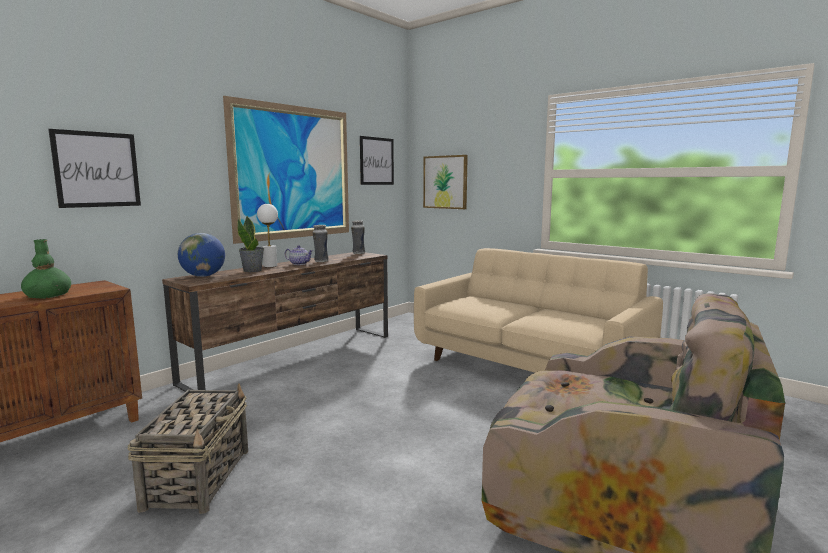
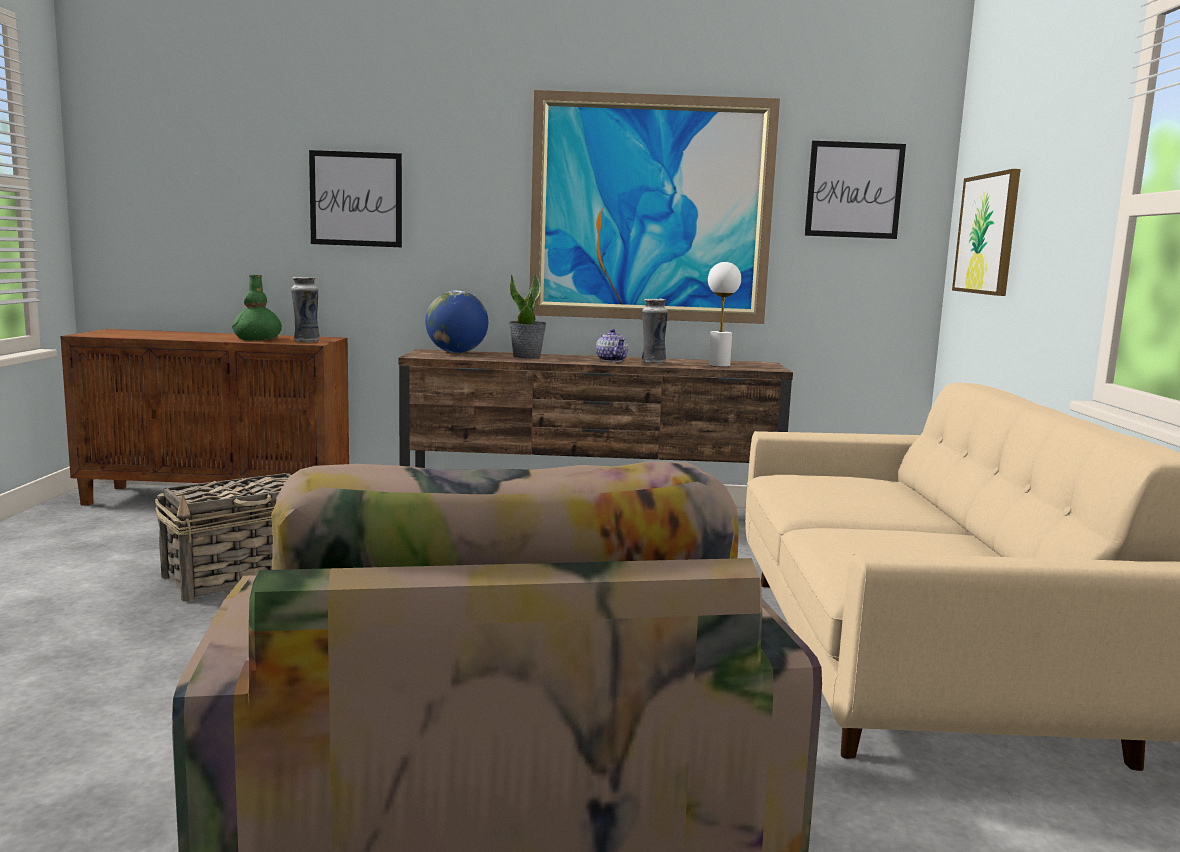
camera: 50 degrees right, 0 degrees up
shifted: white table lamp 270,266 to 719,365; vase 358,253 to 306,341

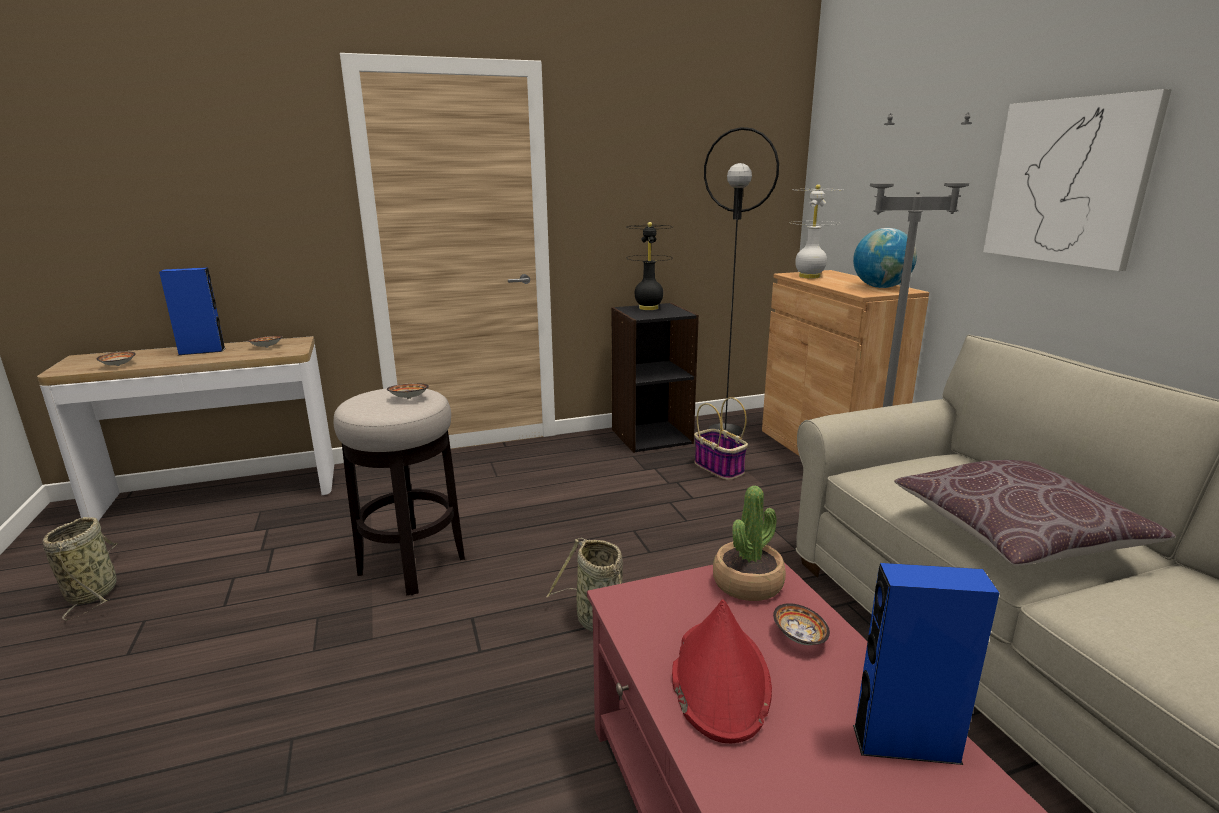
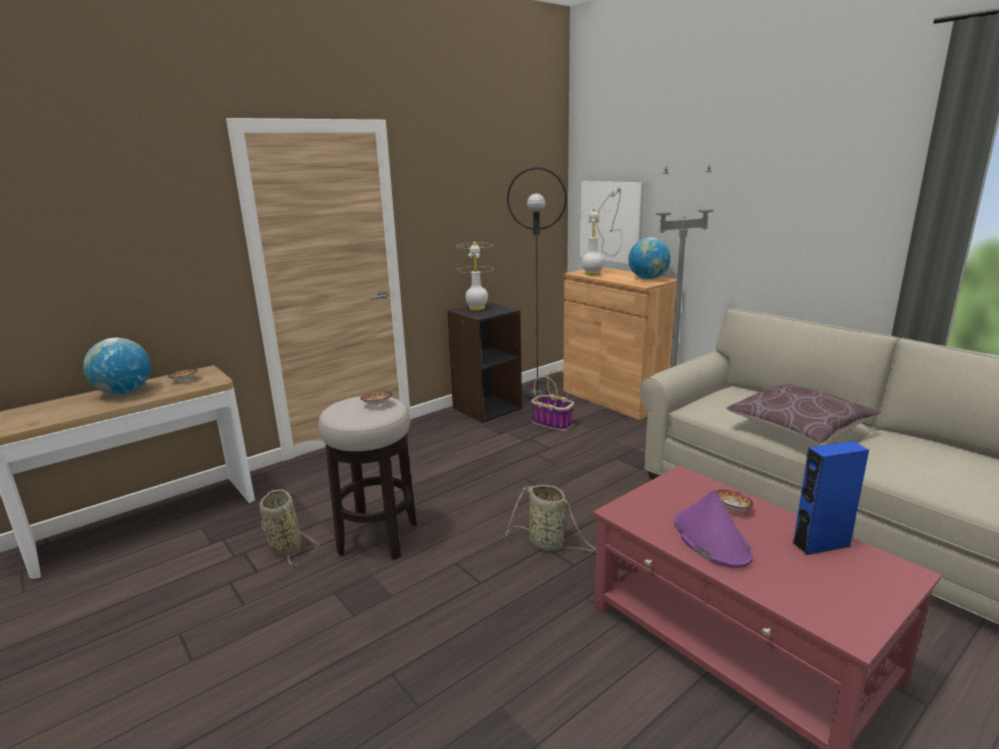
camera: 20 degrees left, 0 degrees up
gone: bowl 118,365; potted plant 748,583
shifted: basket 94,592 to 285,547; picture 1067,182 to 611,221
swapped: blue speaker 202,351 to globe 124,392
repainted: black table lamp 648,308 to white table lamp 477,308; red hat 719,679 to purple hat 710,539

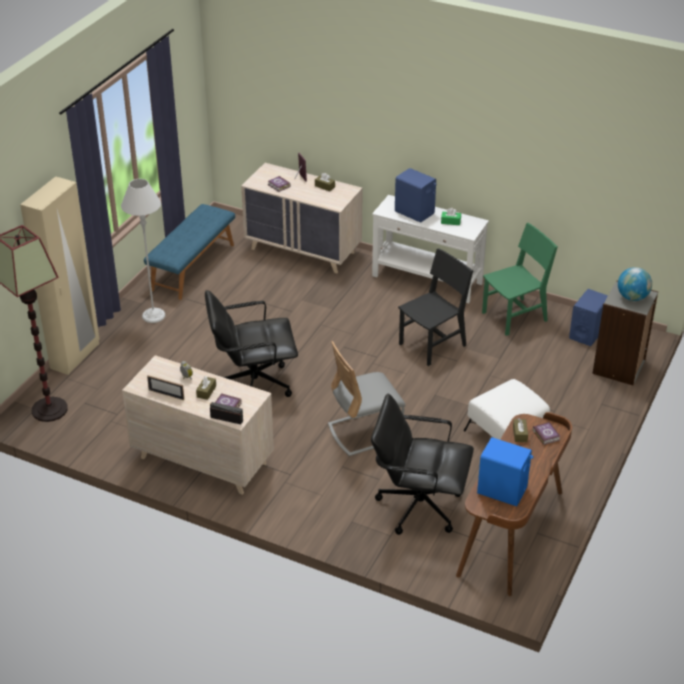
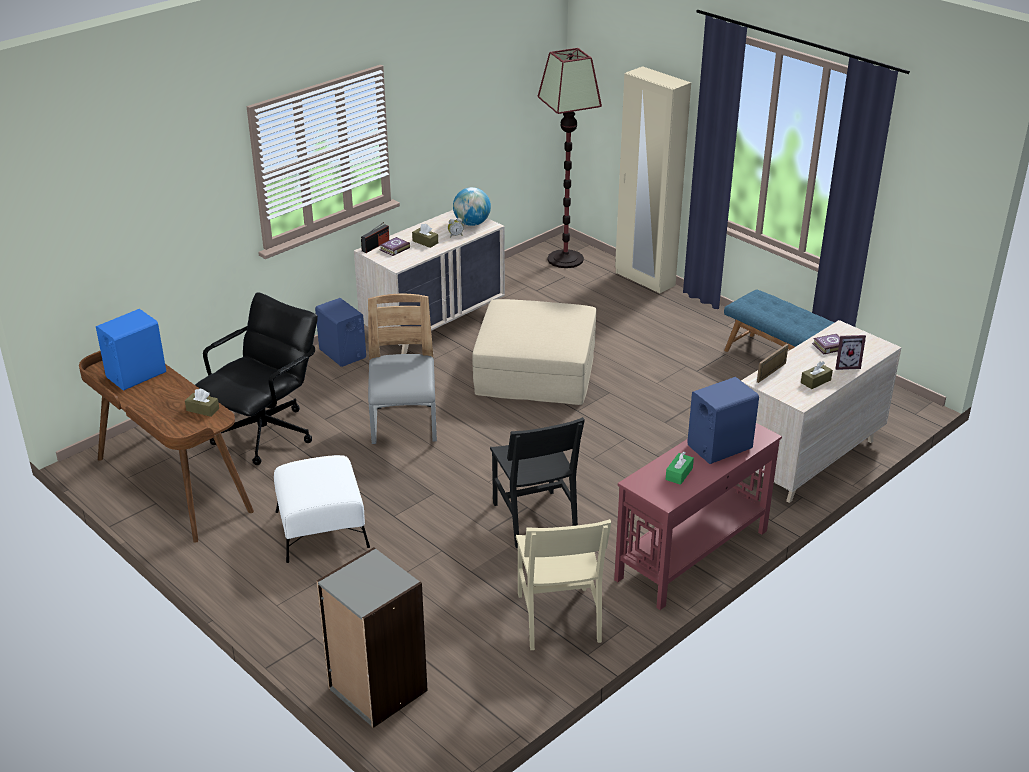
camera: 110 degrees right, 5 degrees down
gone: grey floor lamp 153,315; book 546,435
shifted: picture frame 166,394 to 771,372; blue speaker 587,333 to 343,354; globe 632,297 to 472,223
swapped: black office chair 253,384 to beige ottoman 535,371
repainted: white console table 427,280 to red console table 691,555; green chair 514,316 to beige chair 558,617

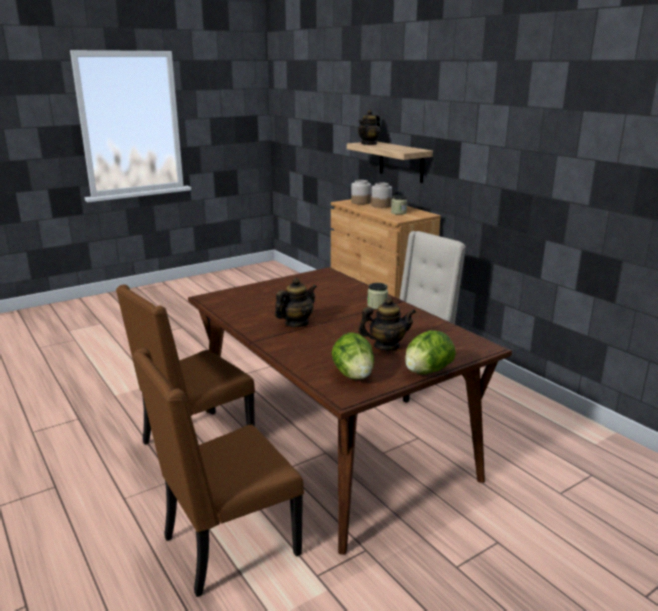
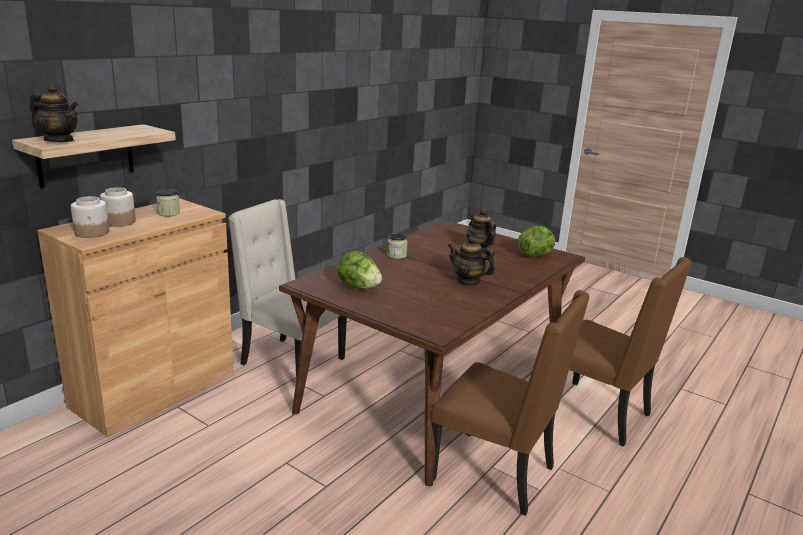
camera: 110 degrees left, 0 degrees up
shifted: lettuce 427,371 to 358,287

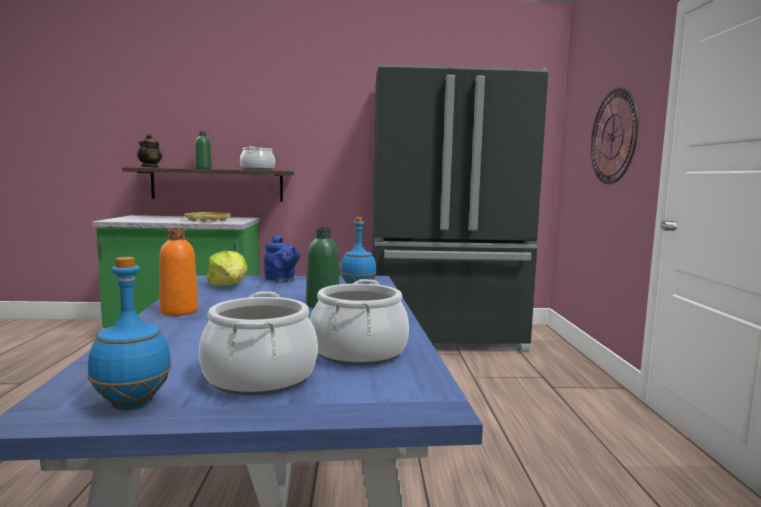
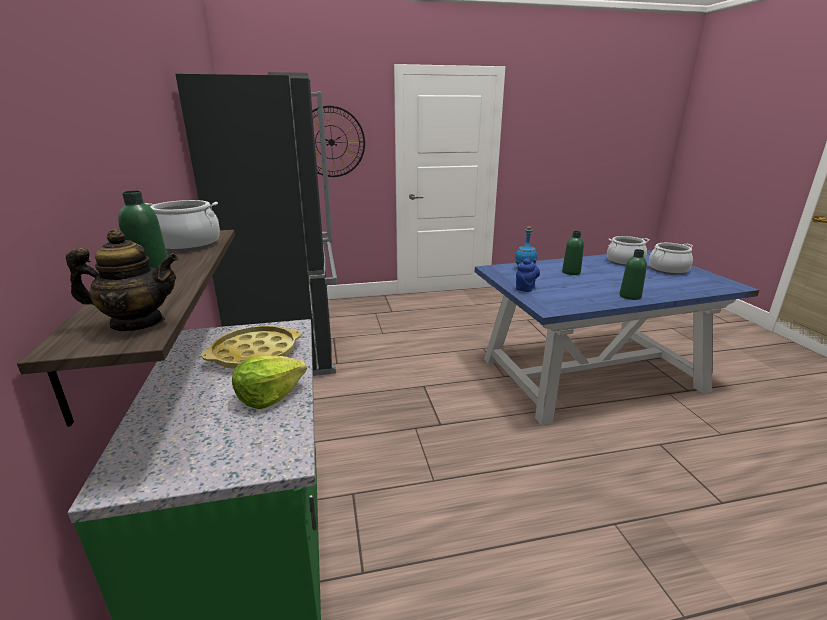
camera: 100 degrees left, 15 degrees up
gone: blue bottle 131,405
shifted: lettuce 229,285 to 269,396
repainted: orange bottle 179,311 to green bottle 630,296

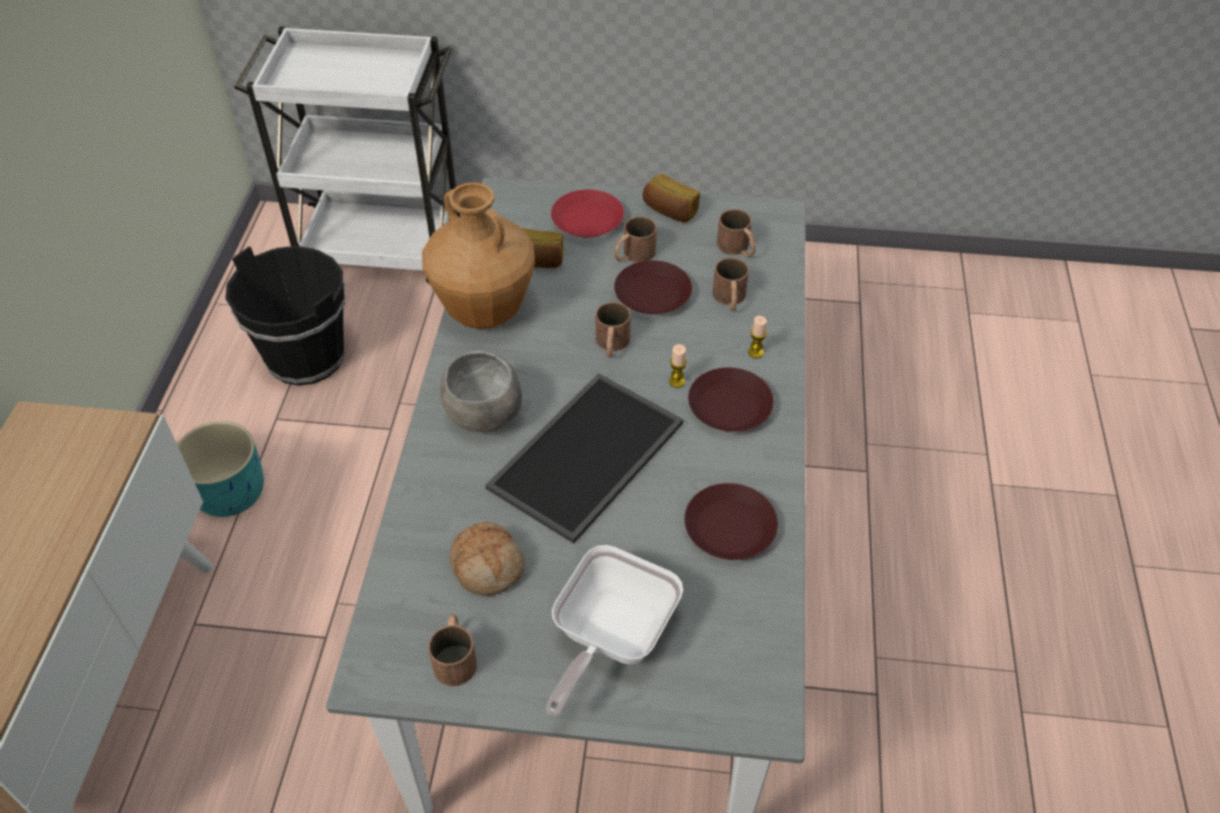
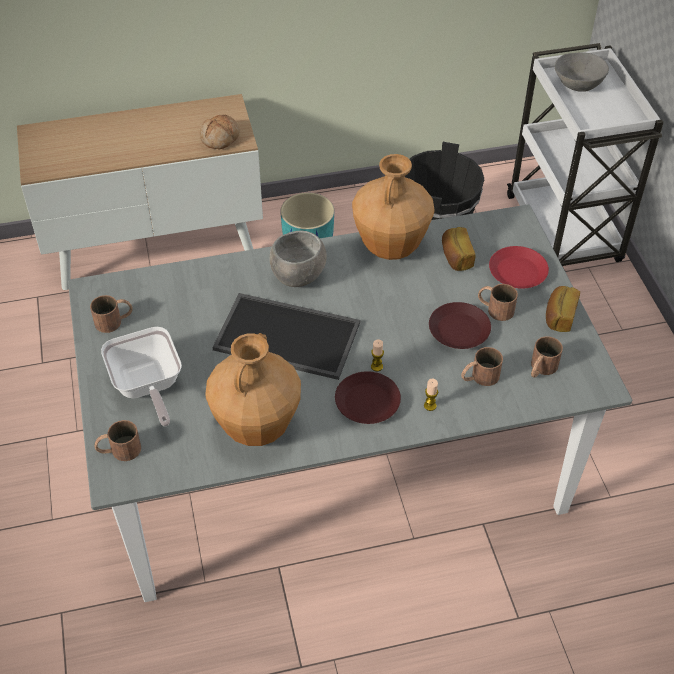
camera: 70 degrees right, 0 degrees up
new: grey bowl 578,84
shifted: bread 488,565 to 220,138; brown mug 612,345 to 118,450
swapped: brown plate 731,527 to brown vase 256,428
rotated: frying pan 609,639 = 147,387 120 degrees counterclockwise

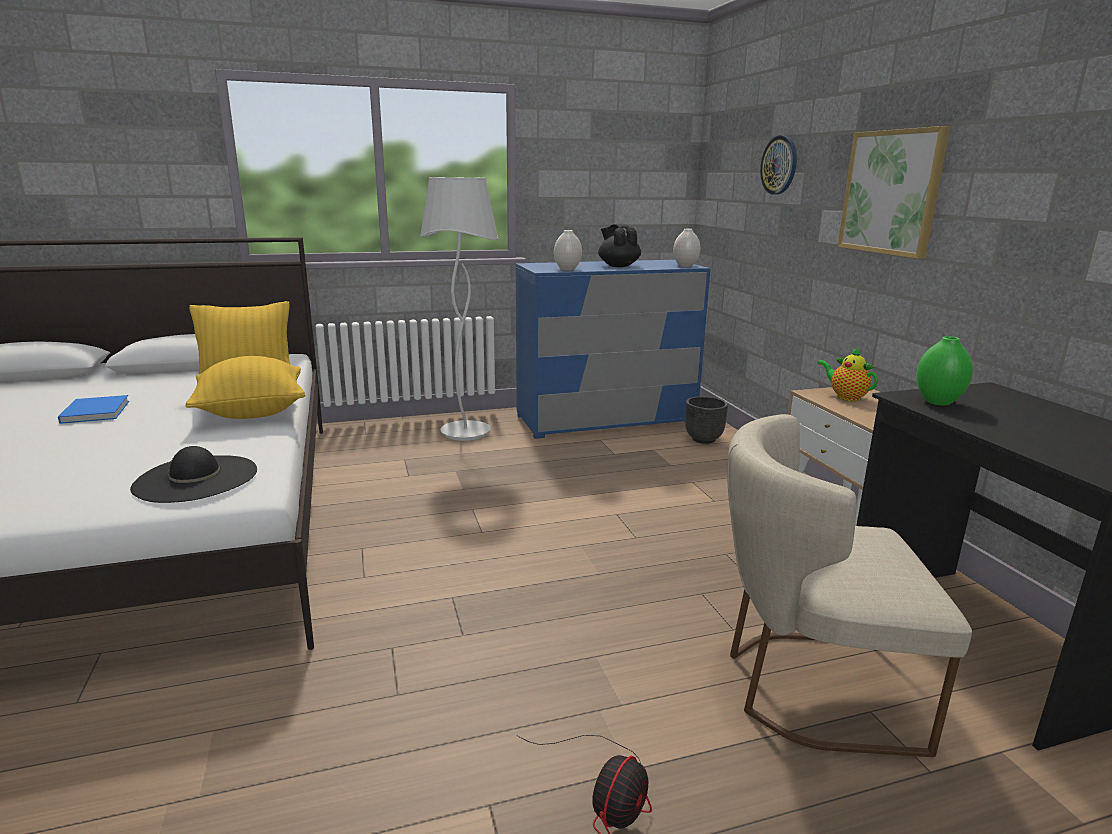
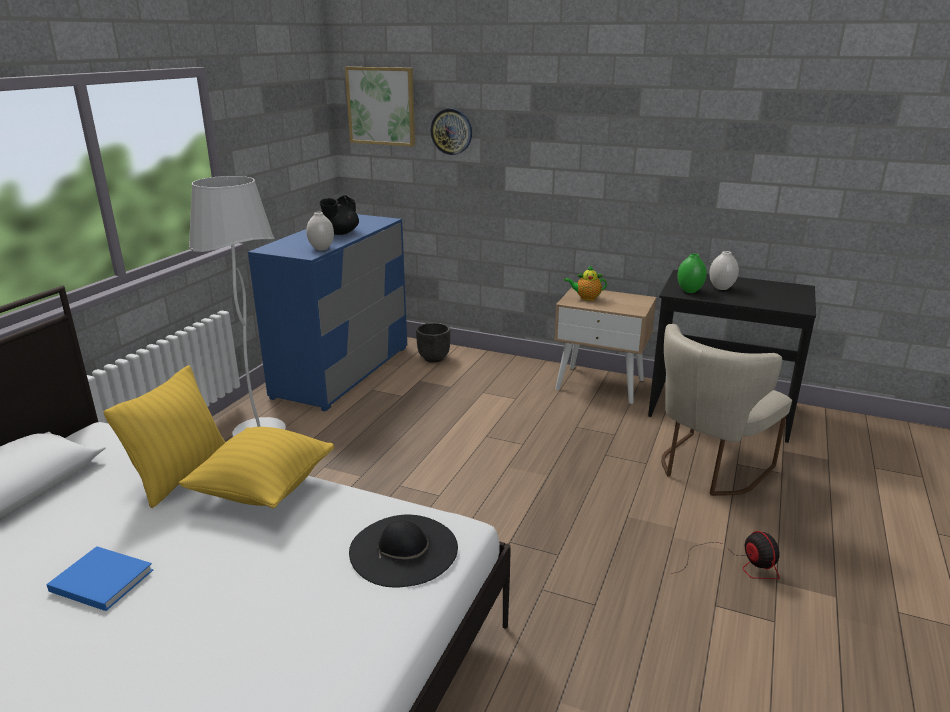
camera: 50 degrees left, 5 degrees up
shifted: white vase 685,266 to 721,288; picture 891,192 to 381,106
rotated: black teapot 618,266 = 339,233 75 degrees counterclockwise

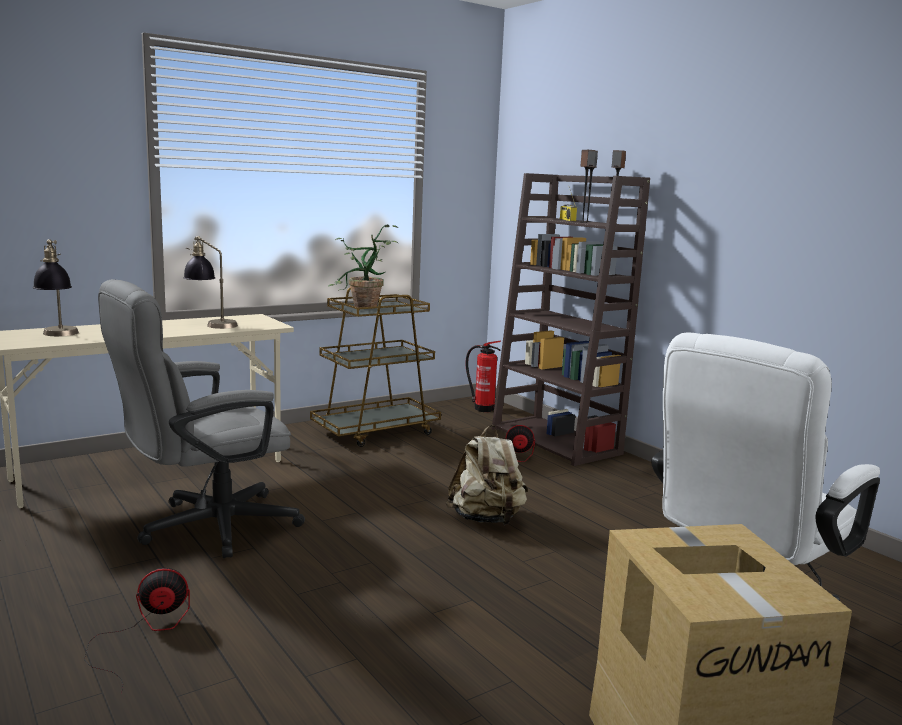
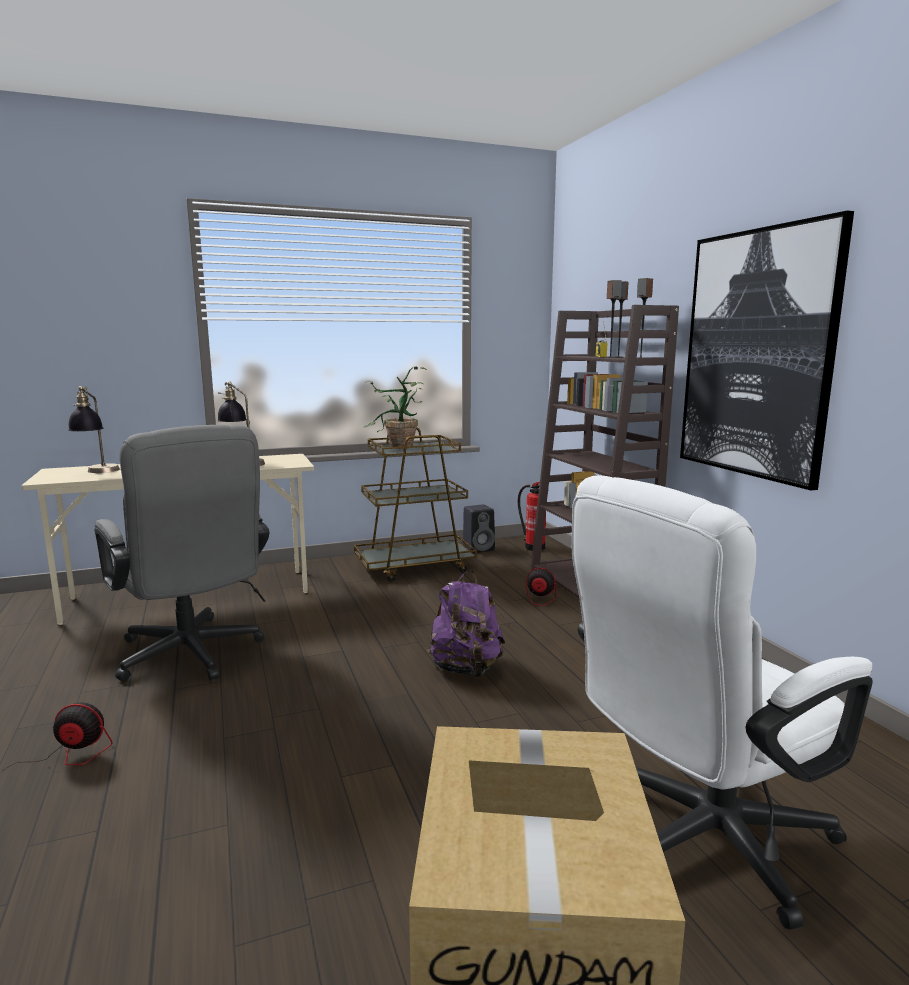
camera: 15 degrees right, 0 degrees up
new: black speaker 479,548; picture 756,354
repainted: beige backpack 486,520 to purple backpack 466,669
rotated: grey office chair 205,528 = 193,657 105 degrees counterclockwise

